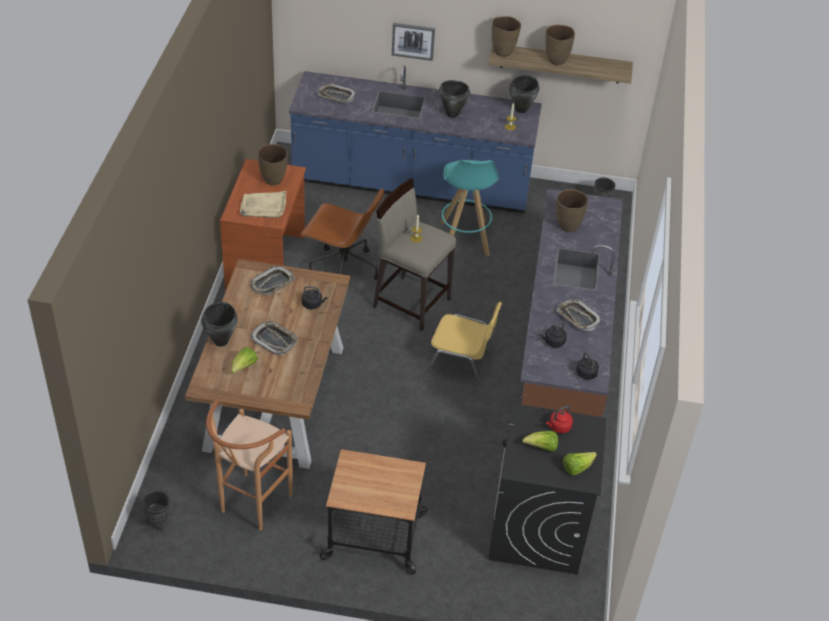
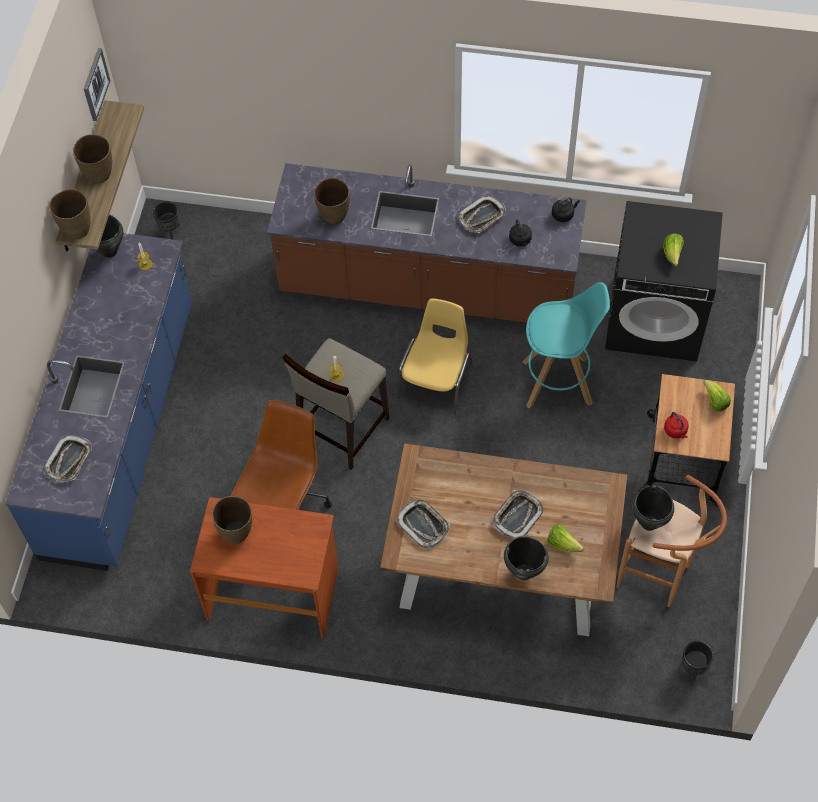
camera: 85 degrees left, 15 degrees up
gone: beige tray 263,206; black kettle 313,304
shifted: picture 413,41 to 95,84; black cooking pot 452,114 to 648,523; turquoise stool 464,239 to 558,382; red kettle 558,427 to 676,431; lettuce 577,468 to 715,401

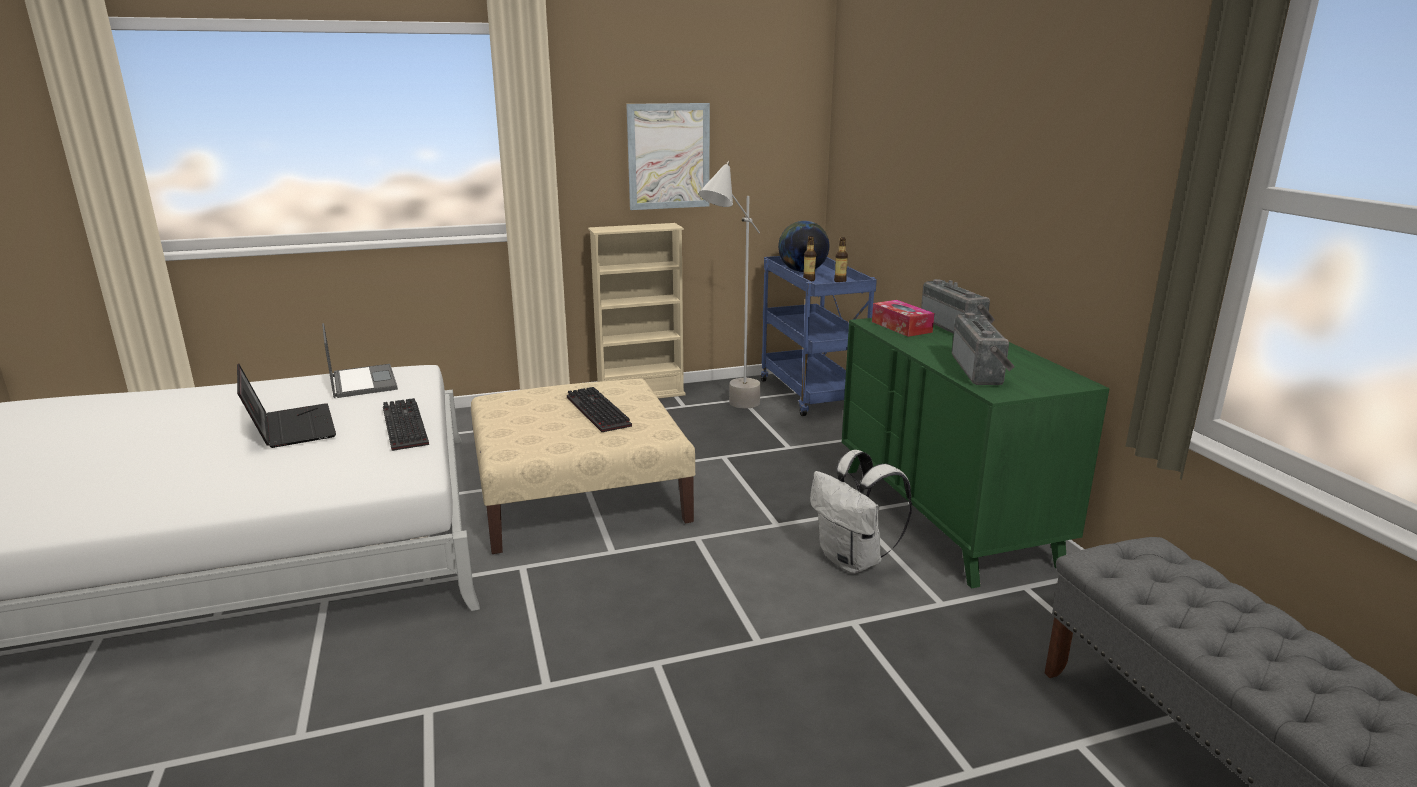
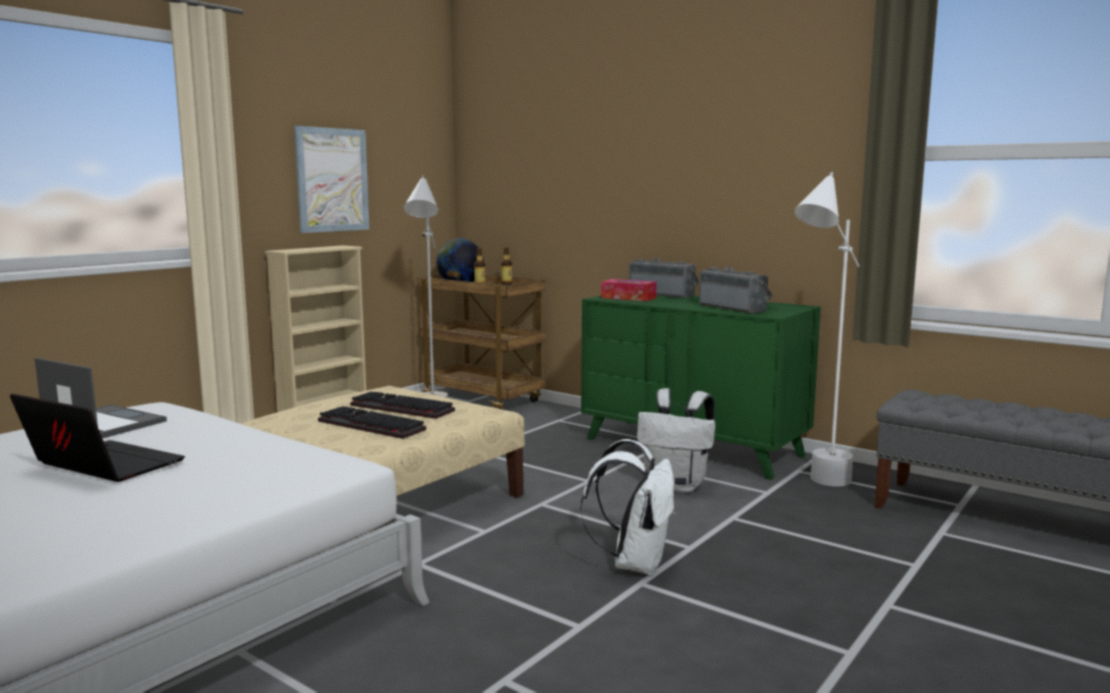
camera: 35 degrees left, 10 degrees down
new: white backpack 635,563; white floor lamp 817,488
shifted: keyboard 402,426 to 368,426
repainted: blue cart 812,395 to brown cart 484,400

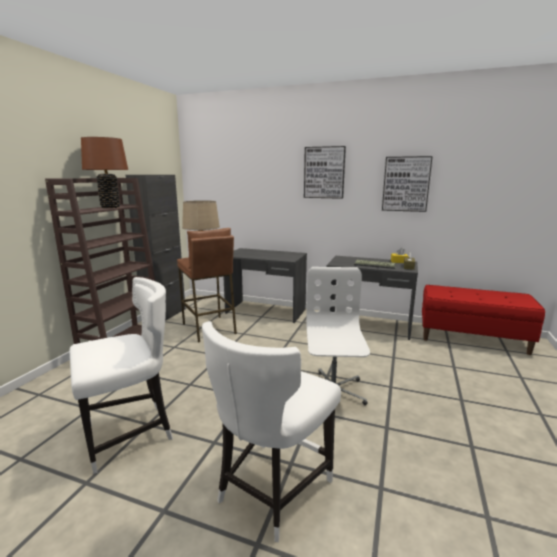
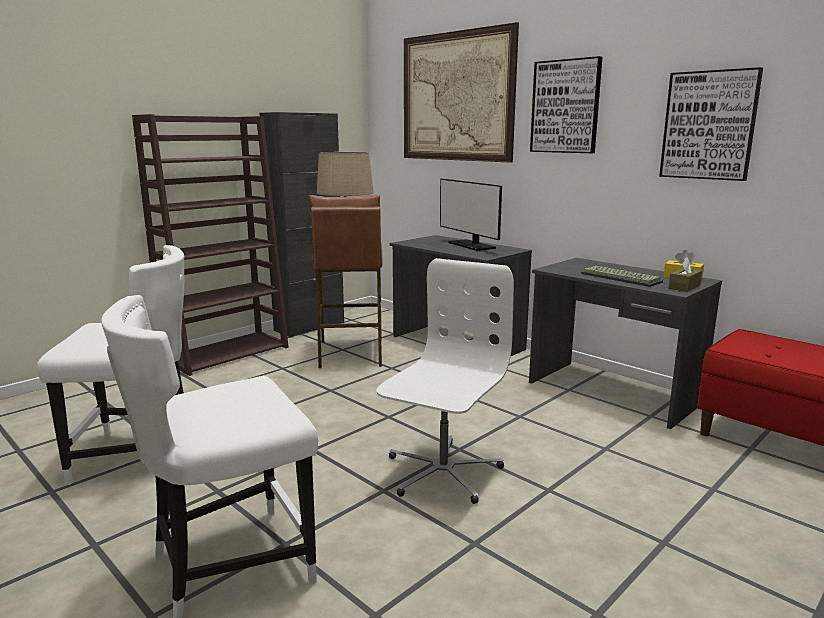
camera: 25 degrees right, 0 degrees up
gone: brown table lamp 110,207
new: picture 456,97; monitor 471,245

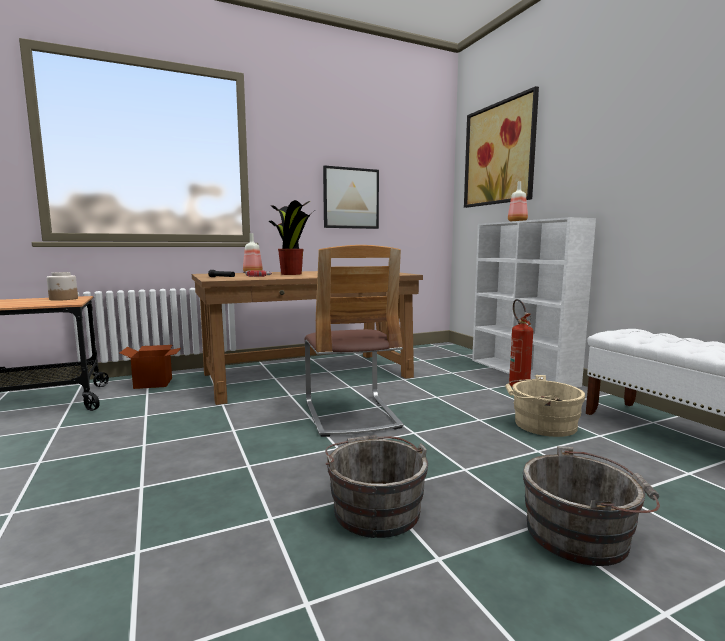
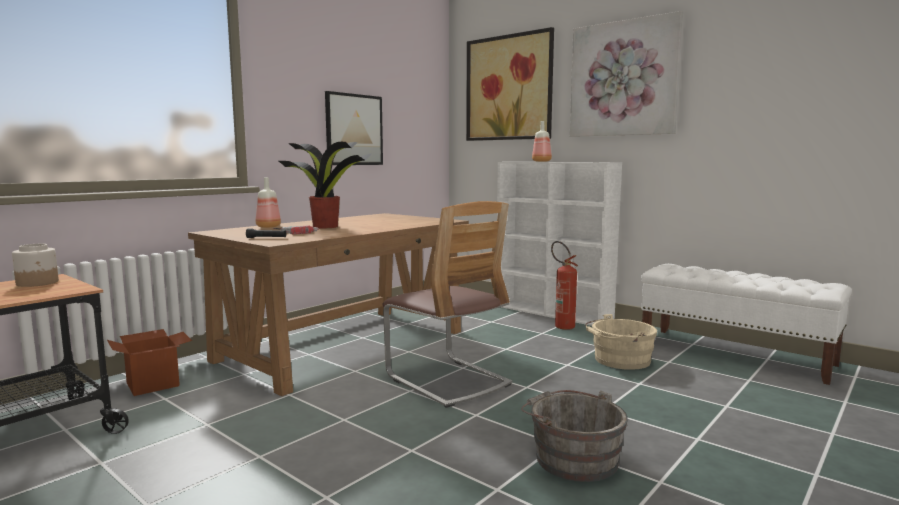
camera: 25 degrees left, 0 degrees up
gone: grey bucket 582,534
new: picture 623,79

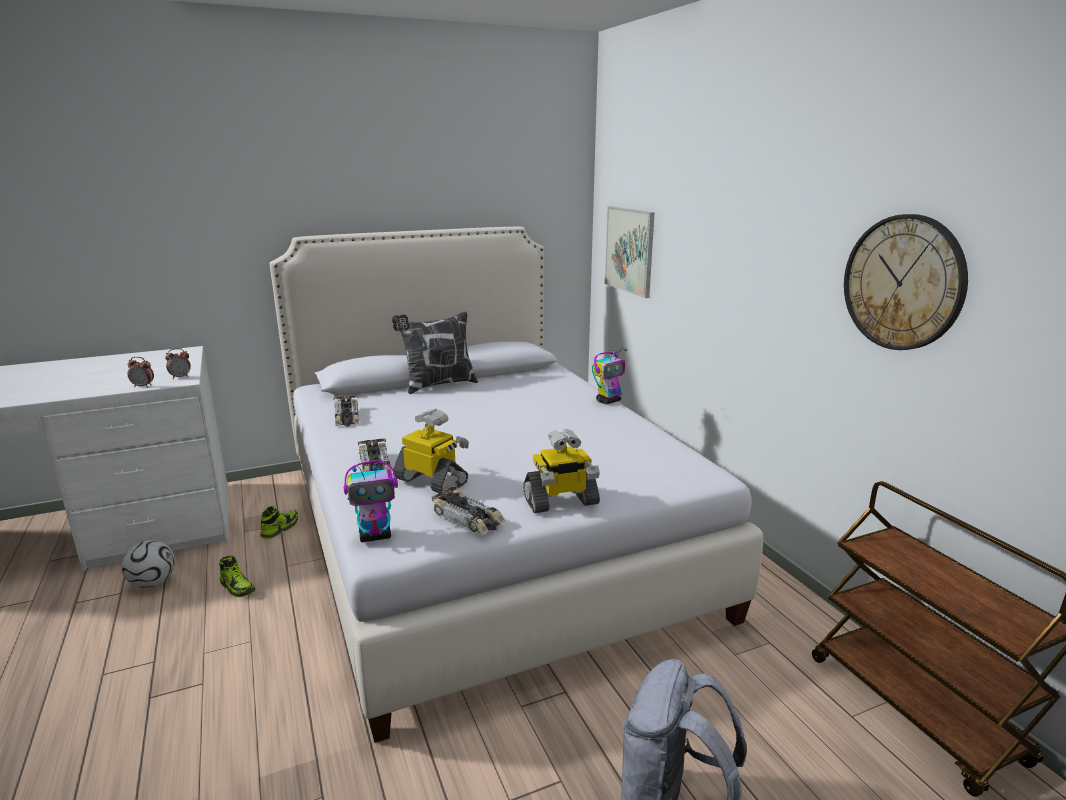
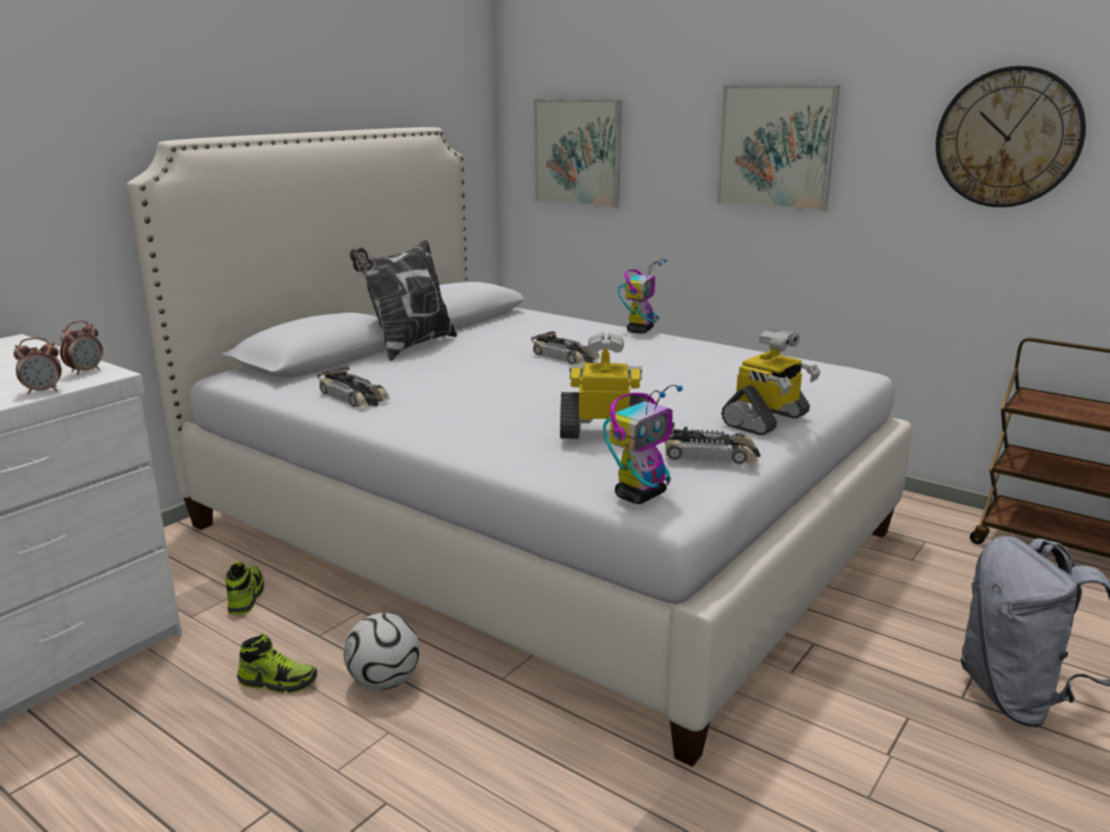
camera: 30 degrees left, 0 degrees up
new: picture 776,147
shifted: football 153,583 to 384,682; toy car 375,466 to 566,357

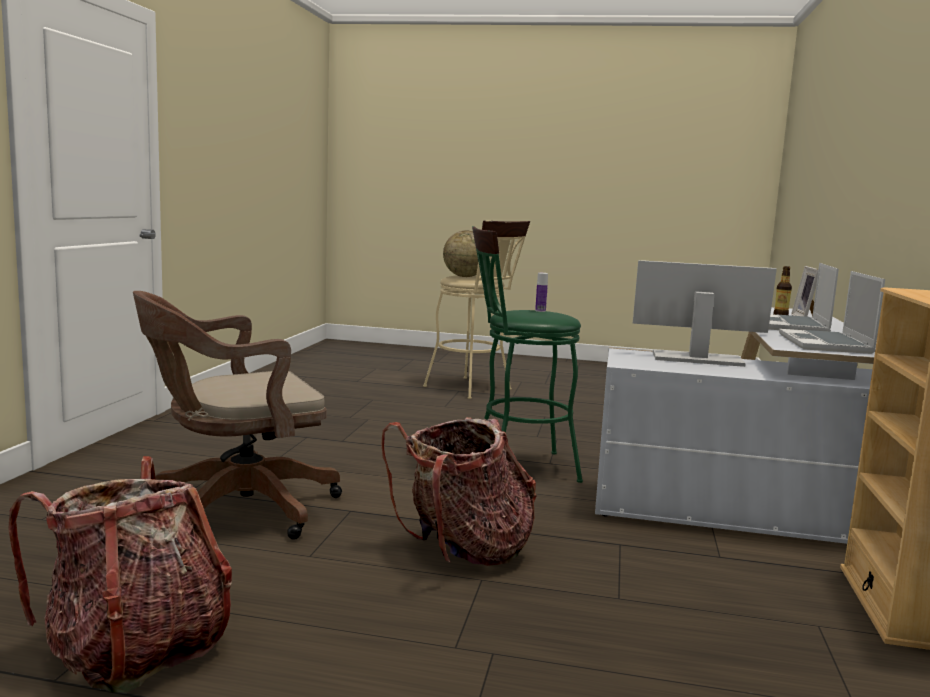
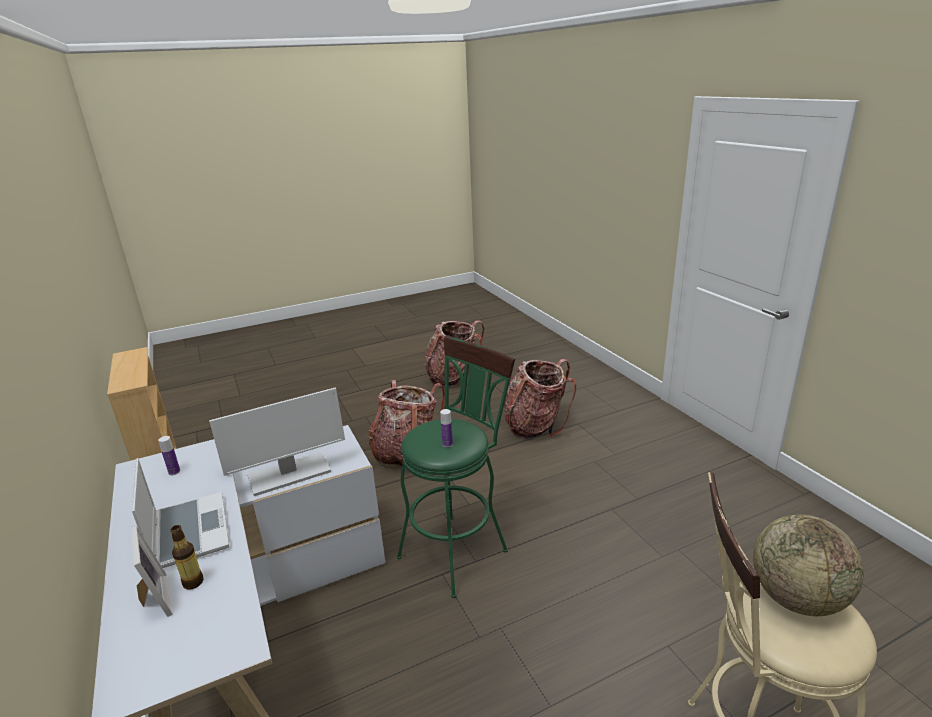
camera: 145 degrees right, 15 degrees up
swapped: brown office chair 235,509 to backpack 535,425; laptop 826,344 to bottle 174,472

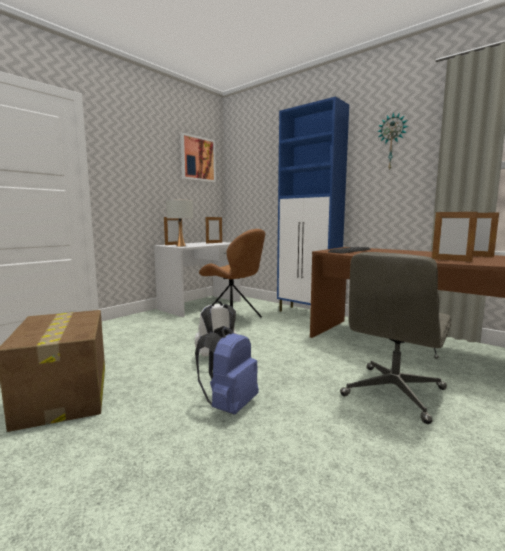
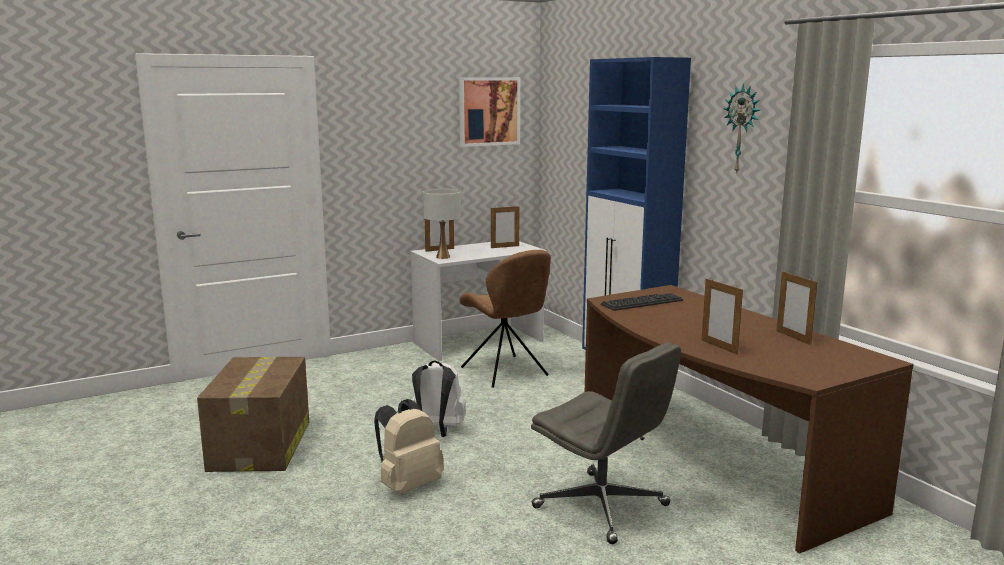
camera: 20 degrees right, 5 degrees up
repainted: blue backpack 229,405 to beige backpack 408,485
rotated: grey office chair 393,393 = 602,507 105 degrees counterclockwise

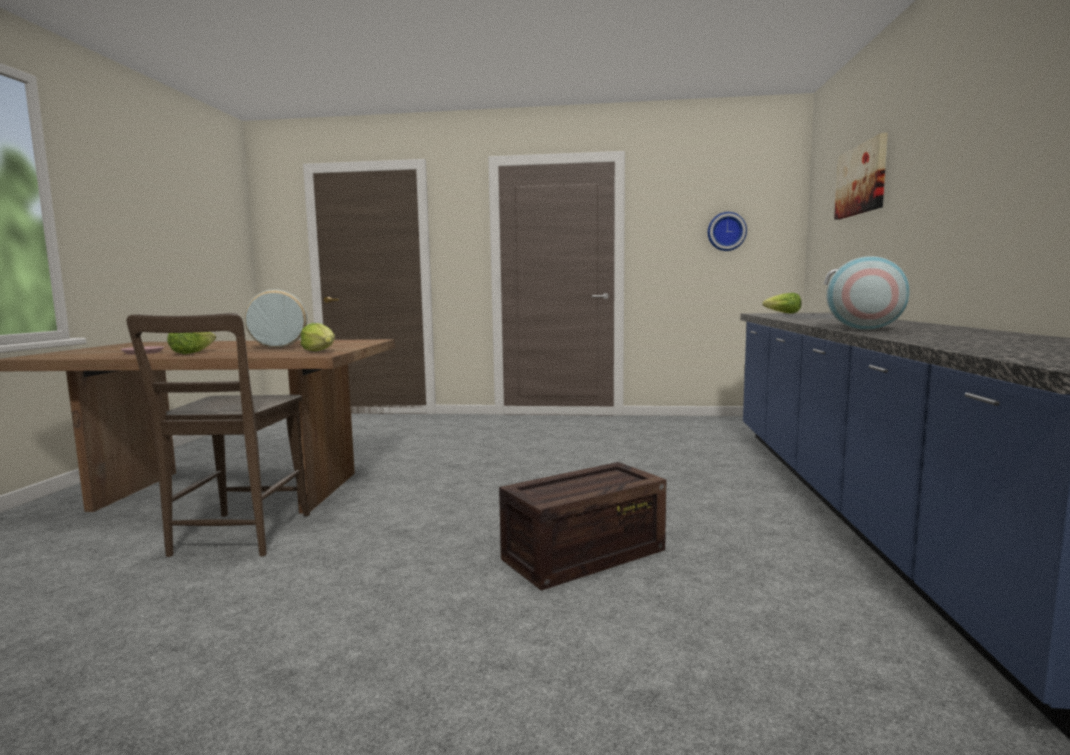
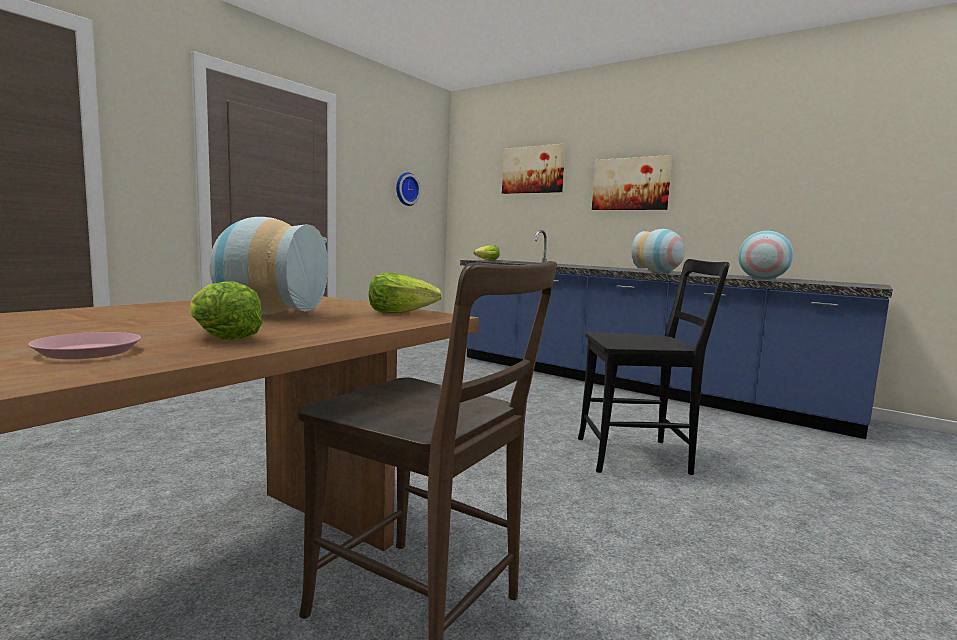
camera: 60 degrees left, 0 degrees up
new: picture 630,184; vase 762,279
swapped: crate 583,556 to black chair 639,456

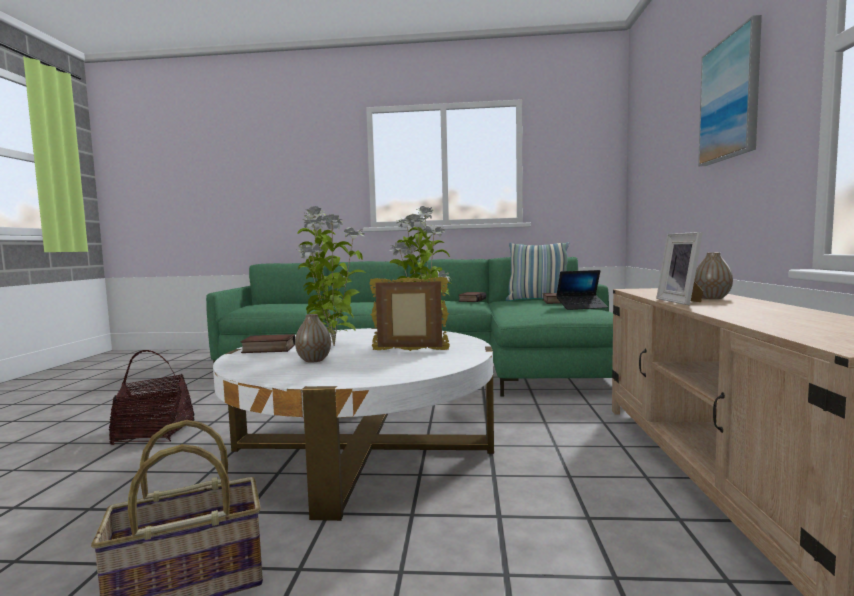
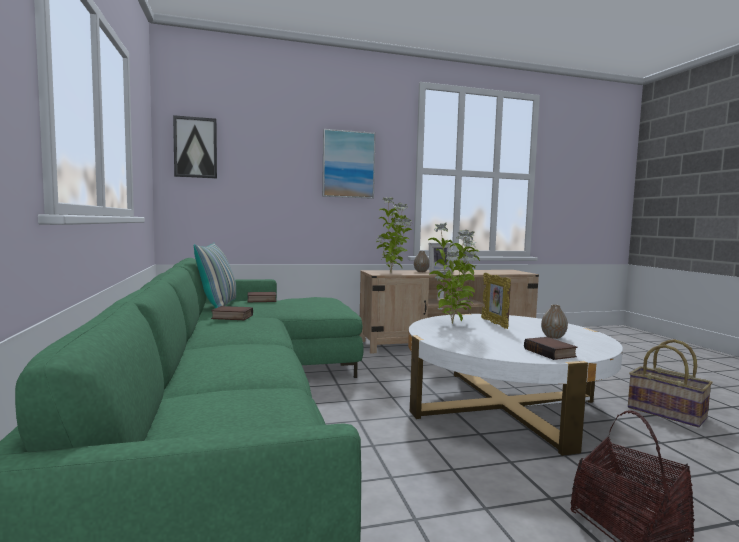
camera: 110 degrees left, 0 degrees up
gone: laptop 581,307
new: picture 195,147
shifted: potted plant 332,346 to 392,273

